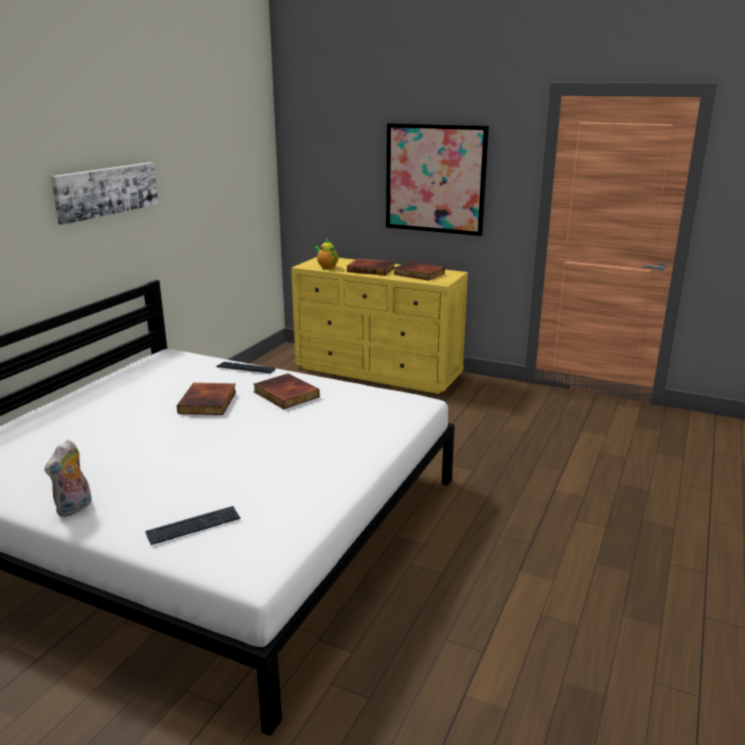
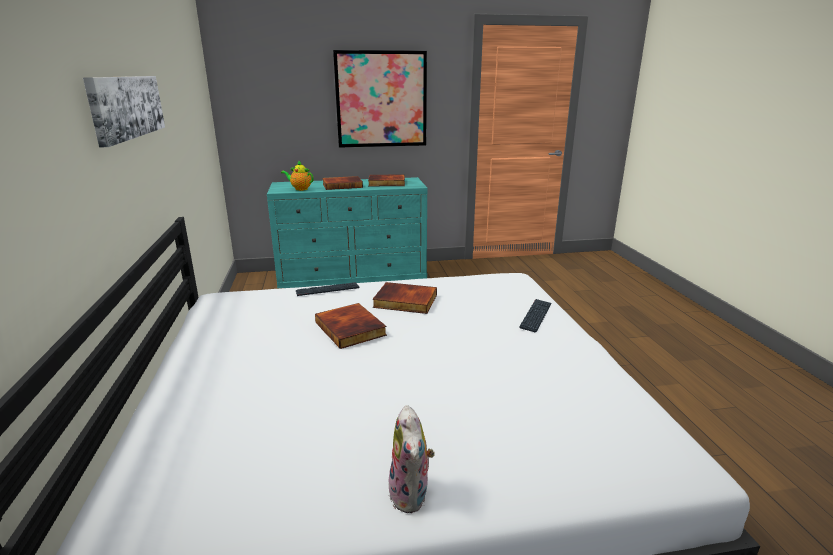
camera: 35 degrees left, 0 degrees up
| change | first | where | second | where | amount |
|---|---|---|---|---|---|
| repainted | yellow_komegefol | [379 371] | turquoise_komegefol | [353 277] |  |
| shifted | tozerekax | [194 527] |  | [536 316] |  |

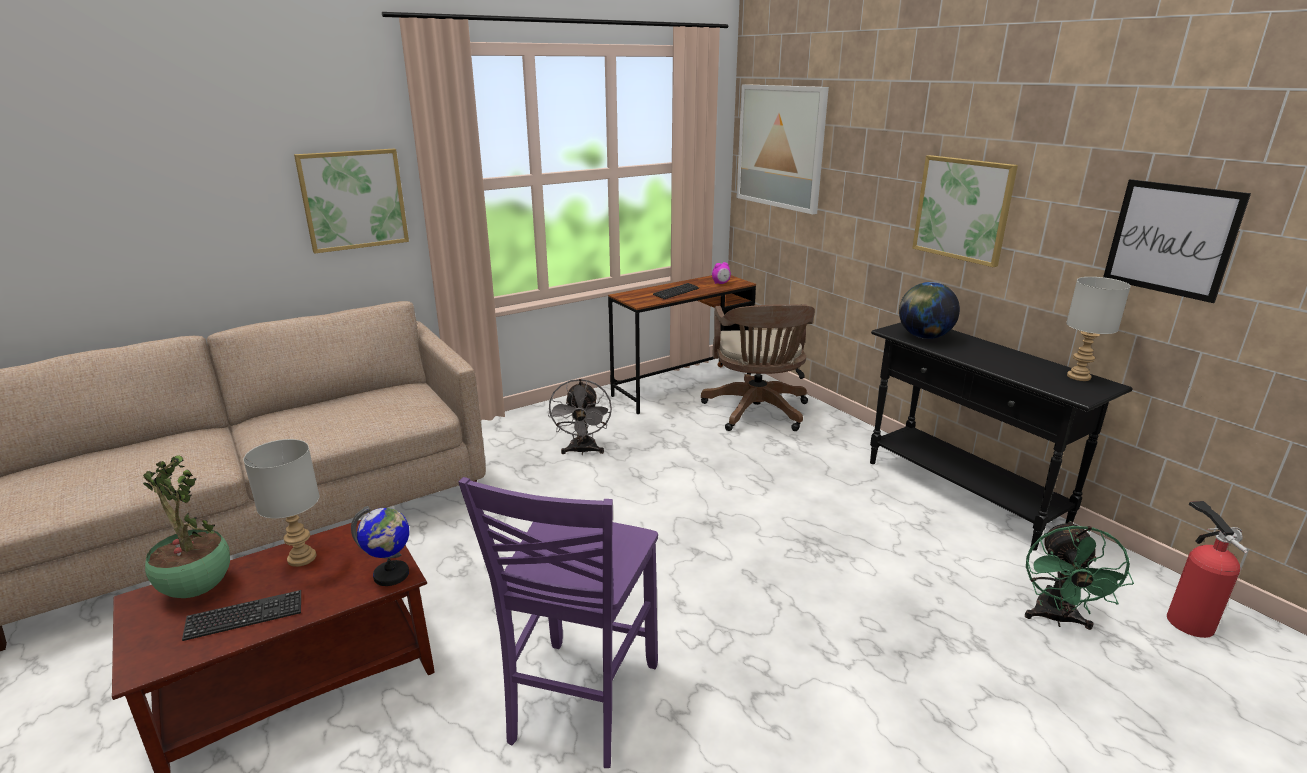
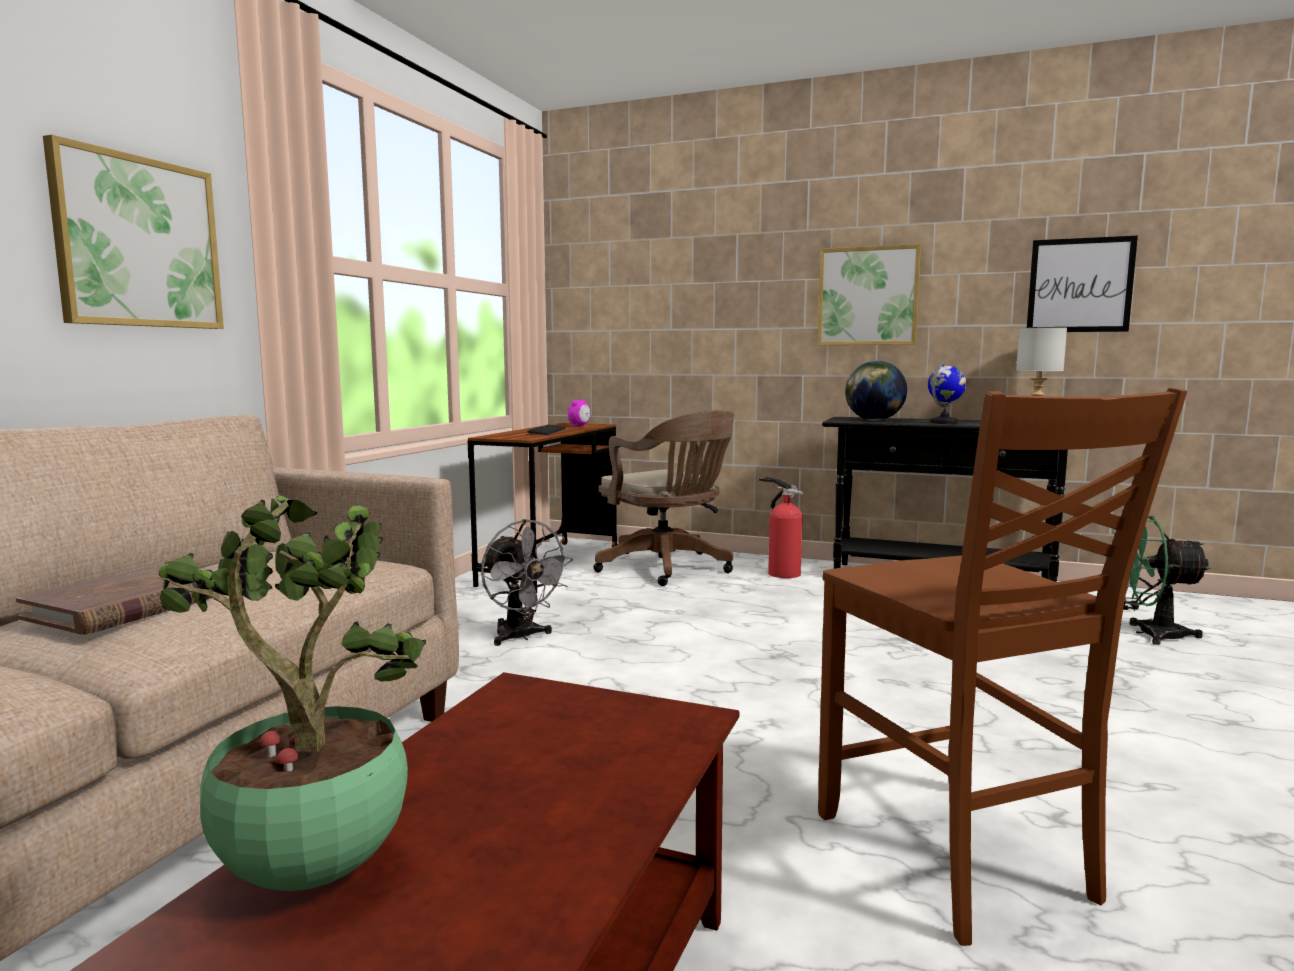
camera: 35 degrees left, 15 degrees down
| change | first | where | second | where | amount |
|---|---|---|---|---|---|
| new |  |  | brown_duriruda | [122 608] |  |
| shifted | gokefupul | [1187 620] |  | [781 573] |  |
| repainted | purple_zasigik | [580 703] | brown_zasigik | [956 858] |  |
| shifted | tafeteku | [391 575] |  | [944 423] |  |
| rotated | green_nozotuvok | [1056 619] |  | [1149 634] | 120 degrees clockwise |
| gone | tozerekax | [245 617] |  |  |  |
| gone | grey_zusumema | [303 558] |  |  |  |
| gone | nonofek | [780 147] |  |  |  |

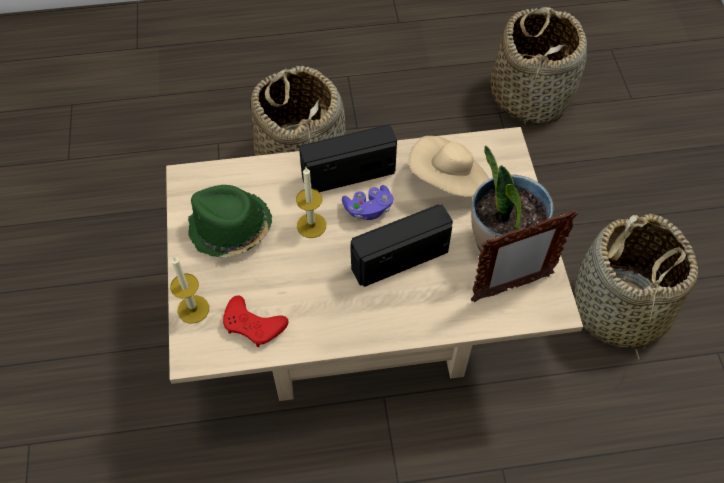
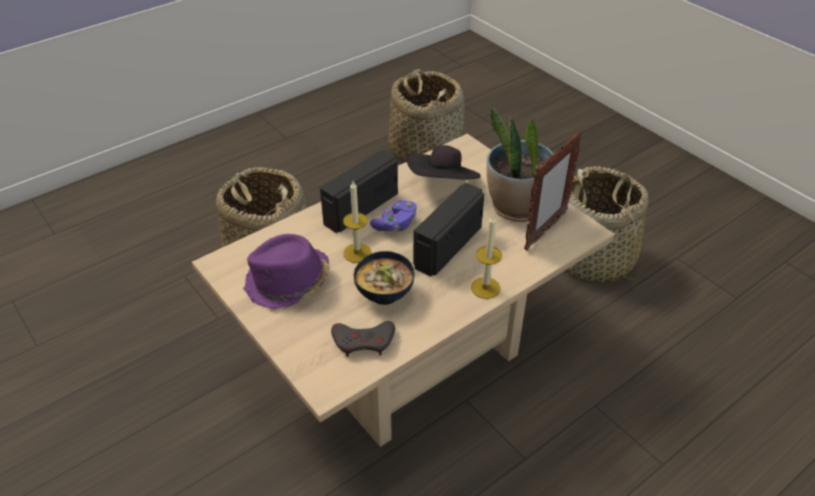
camera: 30 degrees left, 15 degrees down
| change | first | where | second | where | amount |
|---|---|---|---|---|---|
| repainted | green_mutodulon | [230 229] | purple_mutodulon | [288 283] |  |
| repainted | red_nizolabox | [253 325] | grey_nizolabox | [363 341] |  |
| new |  |  | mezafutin | [385 293] |  |
| repainted | beige_mutodulon | [448 181] | black_mutodulon | [443 184] |  |
| shifted | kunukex | [193 309] |  | [485 288] |  |

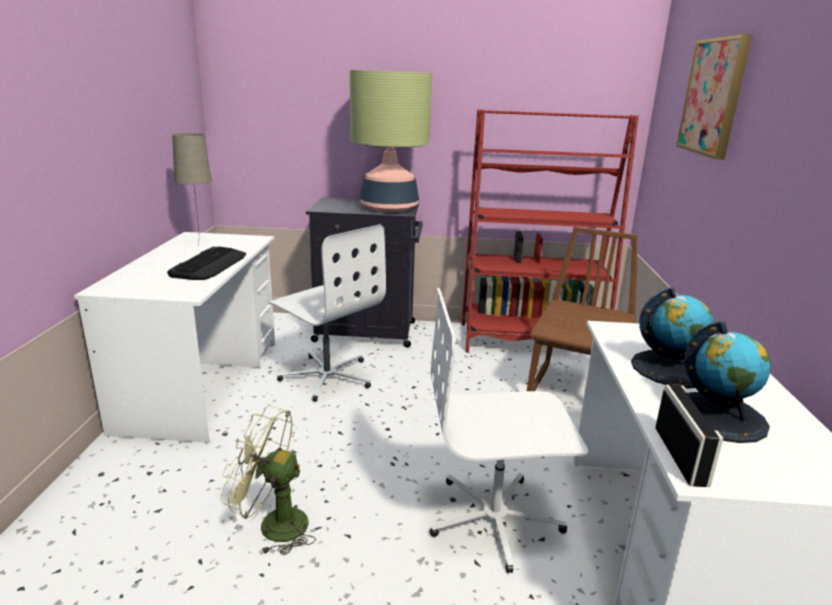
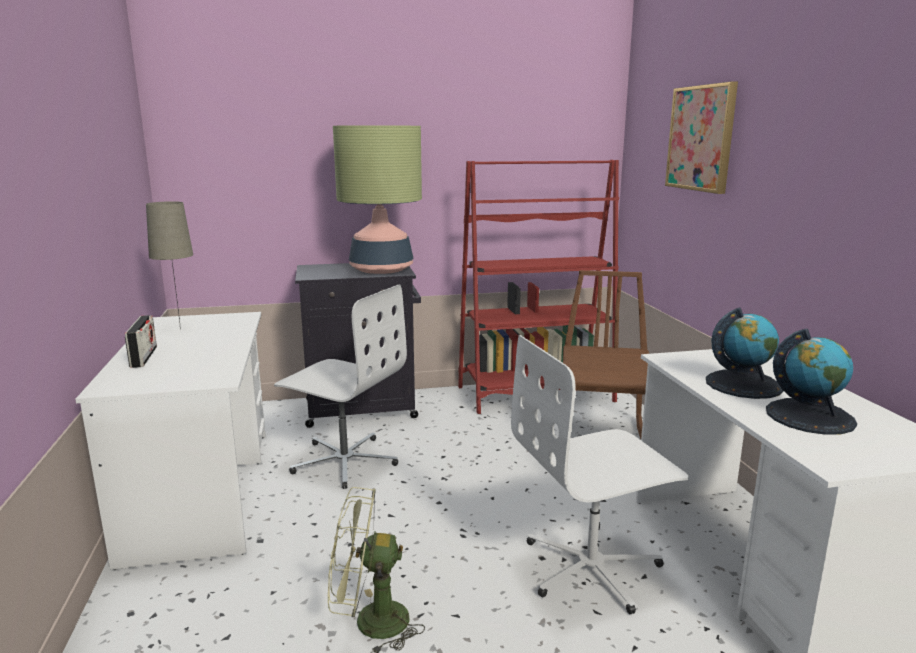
camera: 15 degrees left, 5 degrees down
| change | first | where | second | where | amount |
|---|---|---|---|---|---|
| shifted | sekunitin | [680 455] |  | [144 357] |  |
| gone | tozerekax | [209 264] |  |  |  |

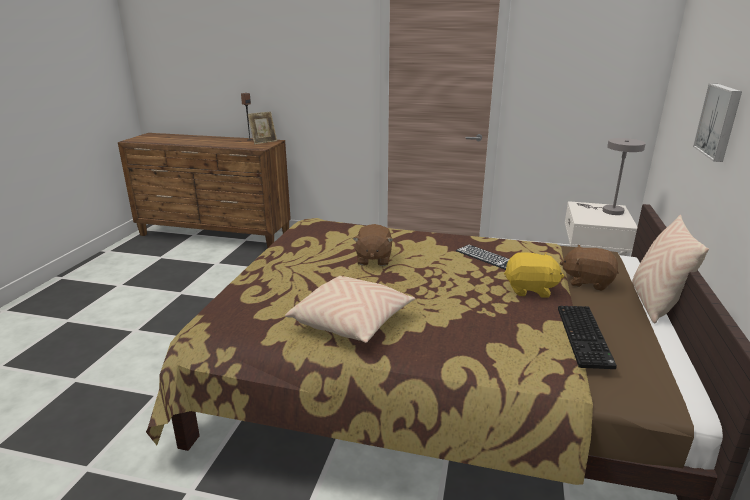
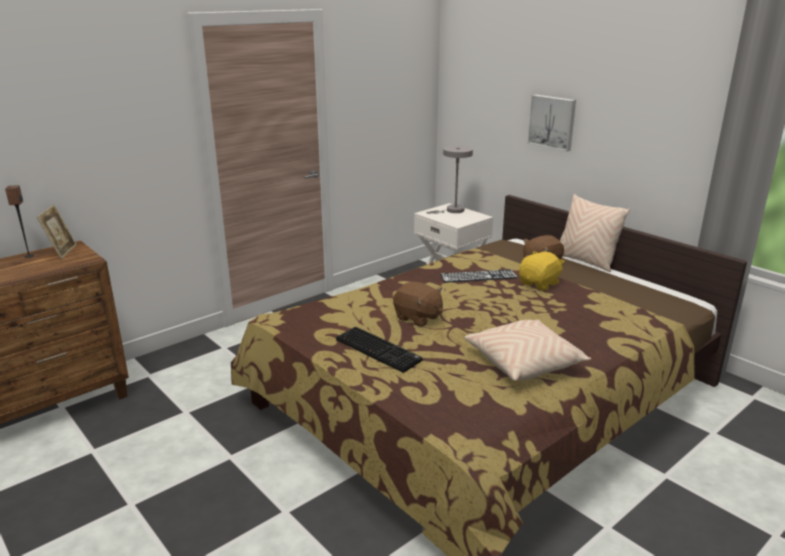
camera: 55 degrees left, 0 degrees up
| change | first | where | second | where | amount |
|---|---|---|---|---|---|
| shifted | tozerekax | [586 337] |  | [379 350] |  |

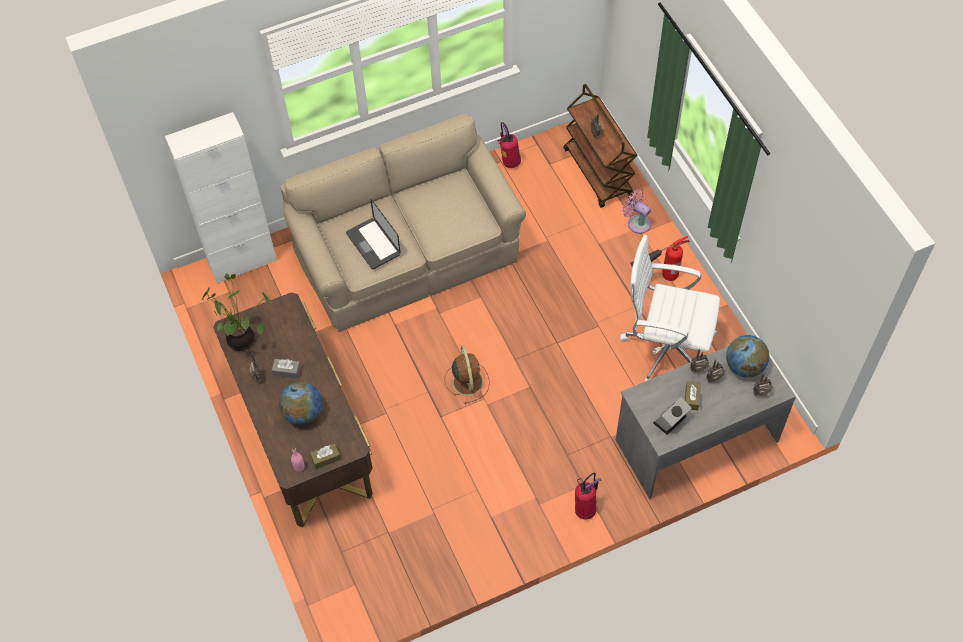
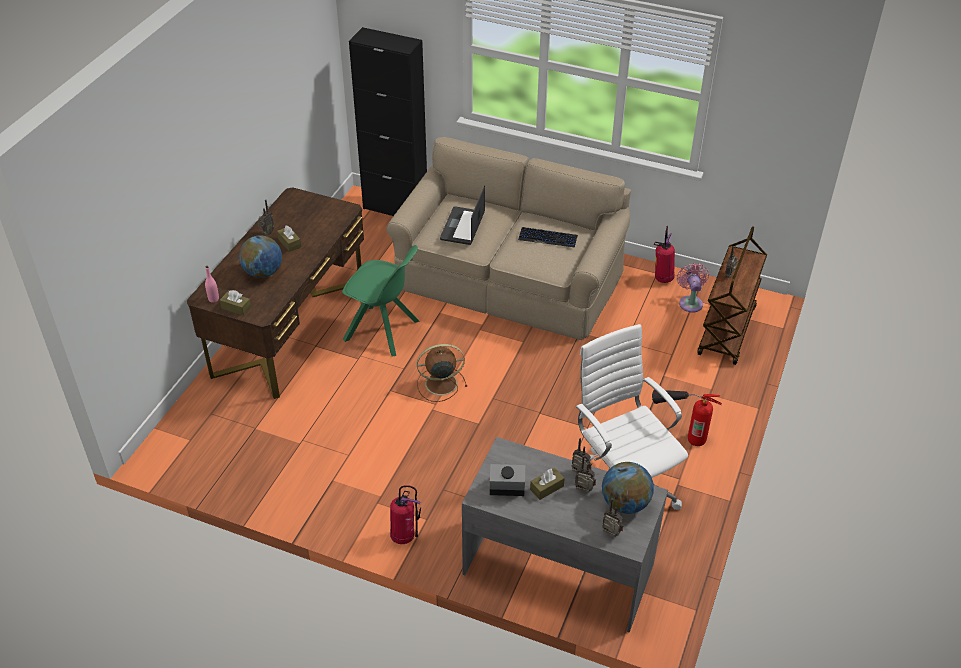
camera: 45 degrees right, 15 degrees down
| change | first | where | second | where | amount |
|---|---|---|---|---|---|
| repainted | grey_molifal | [287 371] | brown_molifal | [289 243] |  |
| new |  |  | green_zasigik | [383 331] |  |
| repainted | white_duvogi | [242 261] | black_duvogi | [395 208] |  |
| rotated | brown_nozotuvok | [467 381] |  | [439 384] | 135 degrees counterclockwise |
| new |  |  | tozerekax | [548 238] |  |
| shifted | pink_nozotuvok | [637 222] |  | [690 302] |  |
| gone | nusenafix | [243 338] |  |  |  |

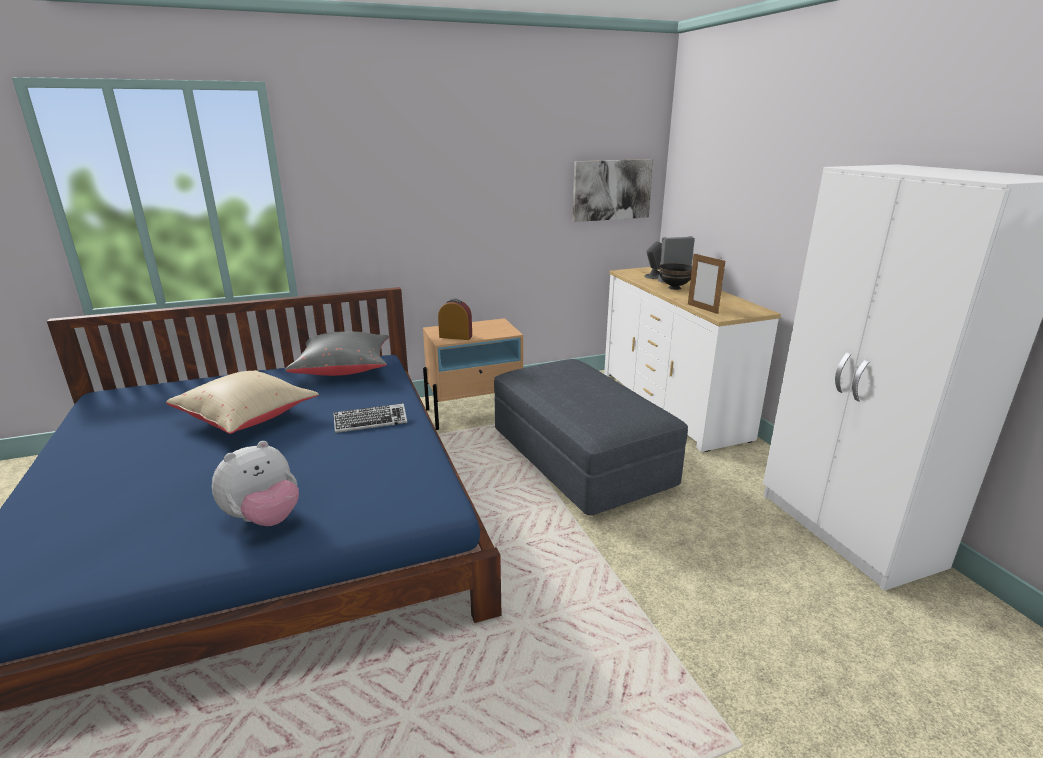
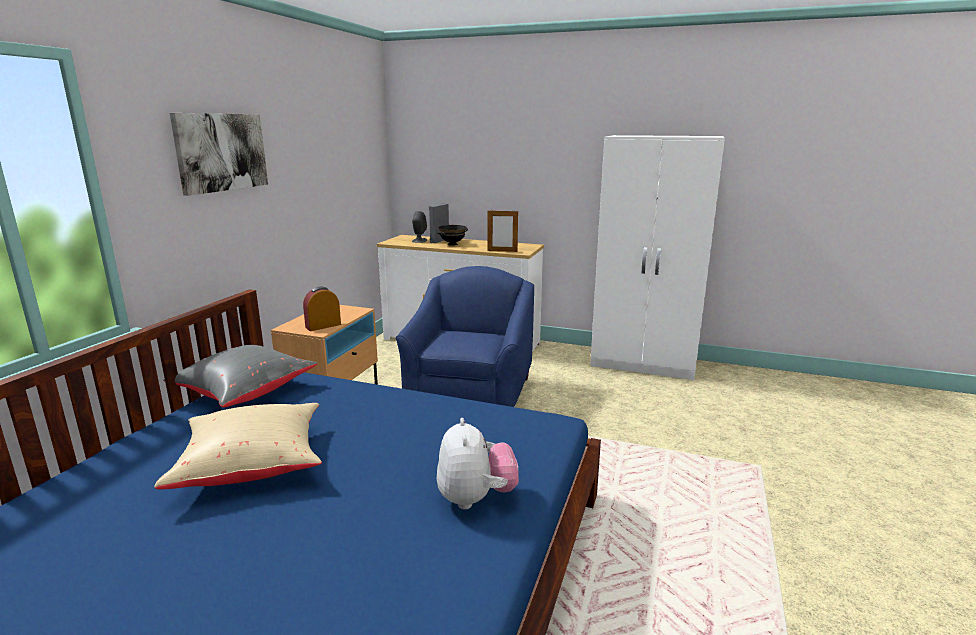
camera: 50 degrees left, 5 degrees down
| change | first | where | second | where | amount |
|---|---|---|---|---|---|
| shifted | nonofek | [611 190] |  | [221 152] |  |
| swapped | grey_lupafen | [580 460] | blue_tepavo | [471 395] |  |
| gone | tozerekax | [370 422] |  |  |  |

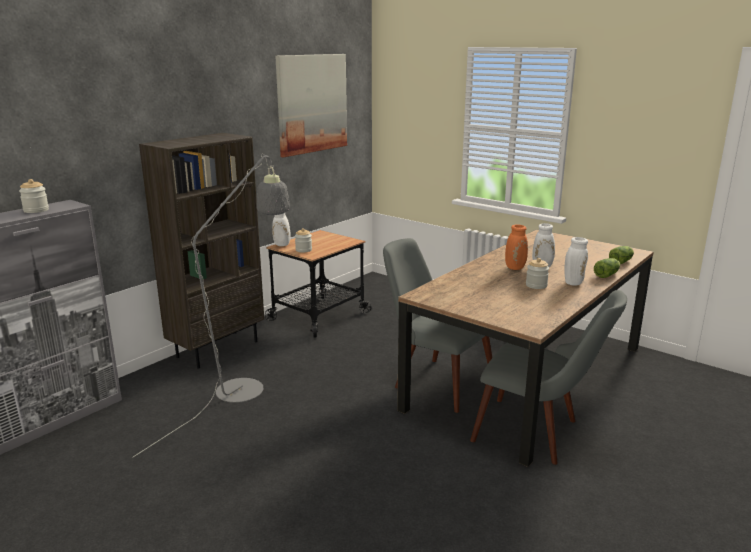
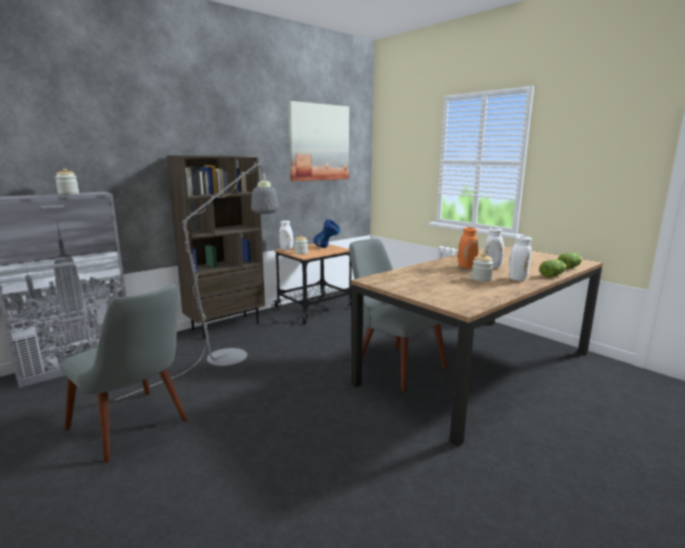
camera: 10 degrees right, 5 degrees down
| change | first | where | second | where | amount |
|---|---|---|---|---|---|
| shifted | grey_zasigik | [539 433] |  | [136 429] |  |
| new |  |  | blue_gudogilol | [327 247] |  |

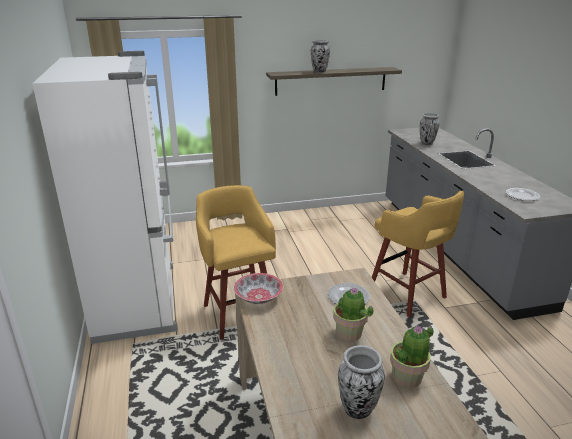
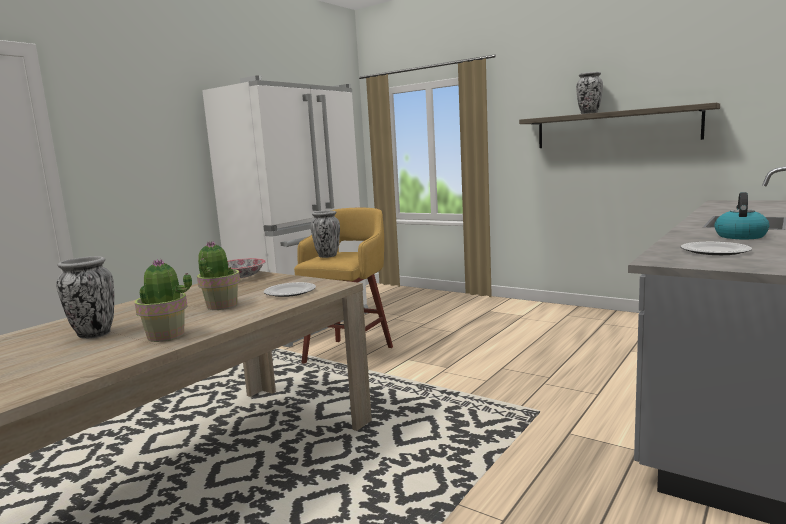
camera: 50 degrees right, 15 degrees down
| change | first | where | second | where | amount |
|---|---|---|---|---|---|
| shifted | gudogilol | [426 143] |  | [327 256] |  |
| new |  |  | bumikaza | [740 236] |  |
| gone | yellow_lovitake | [408 295] |  |  |  |

